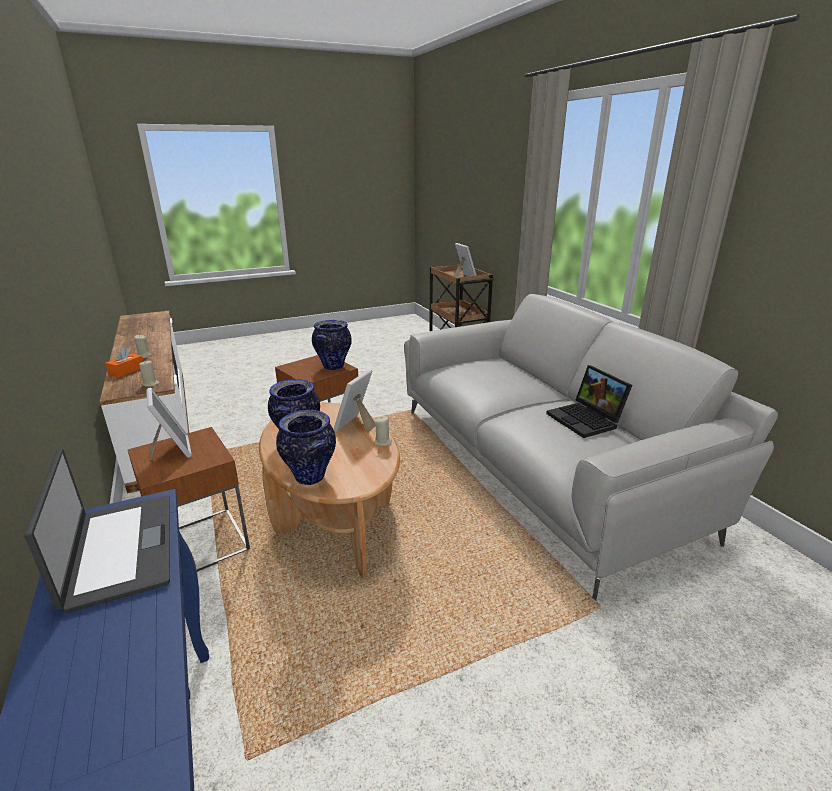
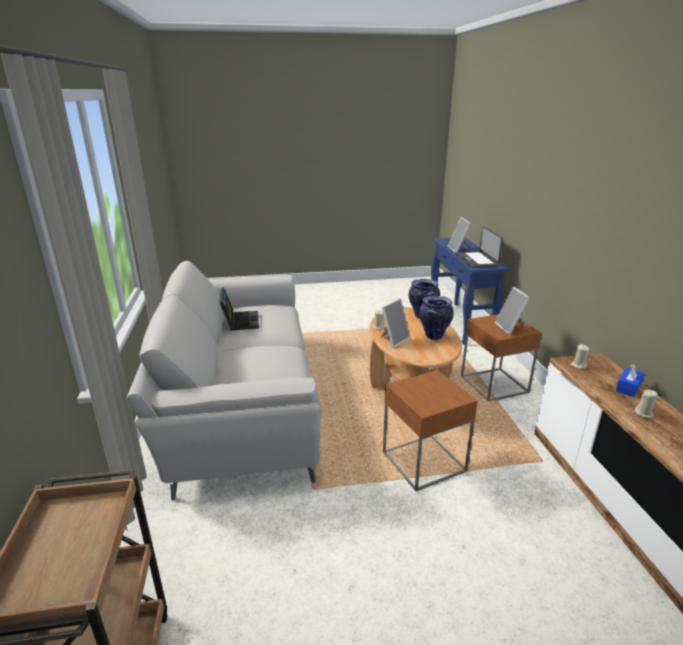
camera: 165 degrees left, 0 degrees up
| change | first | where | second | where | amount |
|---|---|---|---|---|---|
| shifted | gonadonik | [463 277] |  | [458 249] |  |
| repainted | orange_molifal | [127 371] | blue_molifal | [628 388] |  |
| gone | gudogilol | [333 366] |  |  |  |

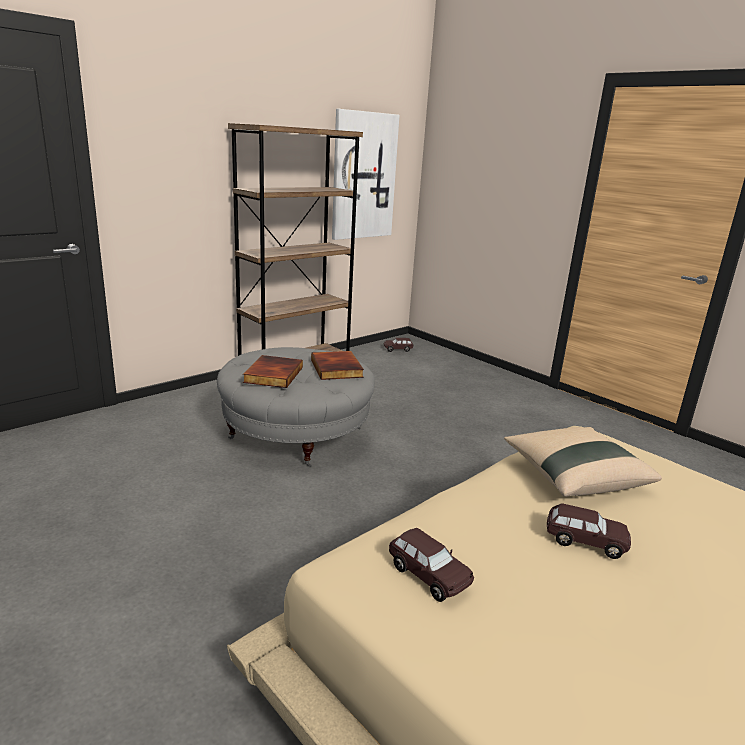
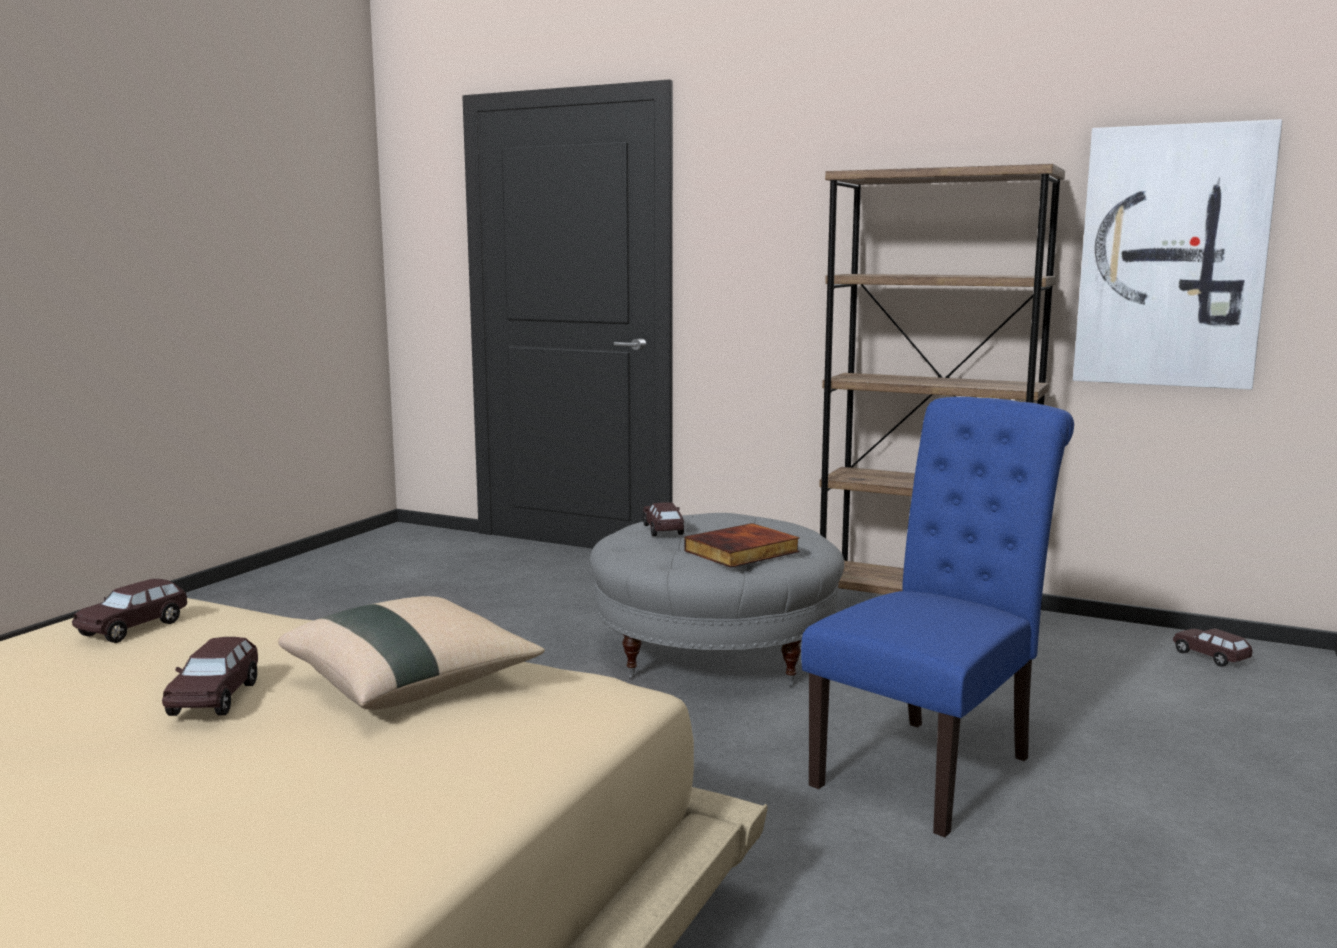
camera: 70 degrees right, 10 degrees down
| change | first | where | second | where | amount |
|---|---|---|---|---|---|
| swapped | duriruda | [272 374] | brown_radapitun | [663 530] |  |
| new |  |  | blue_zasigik | [932 766] |  |

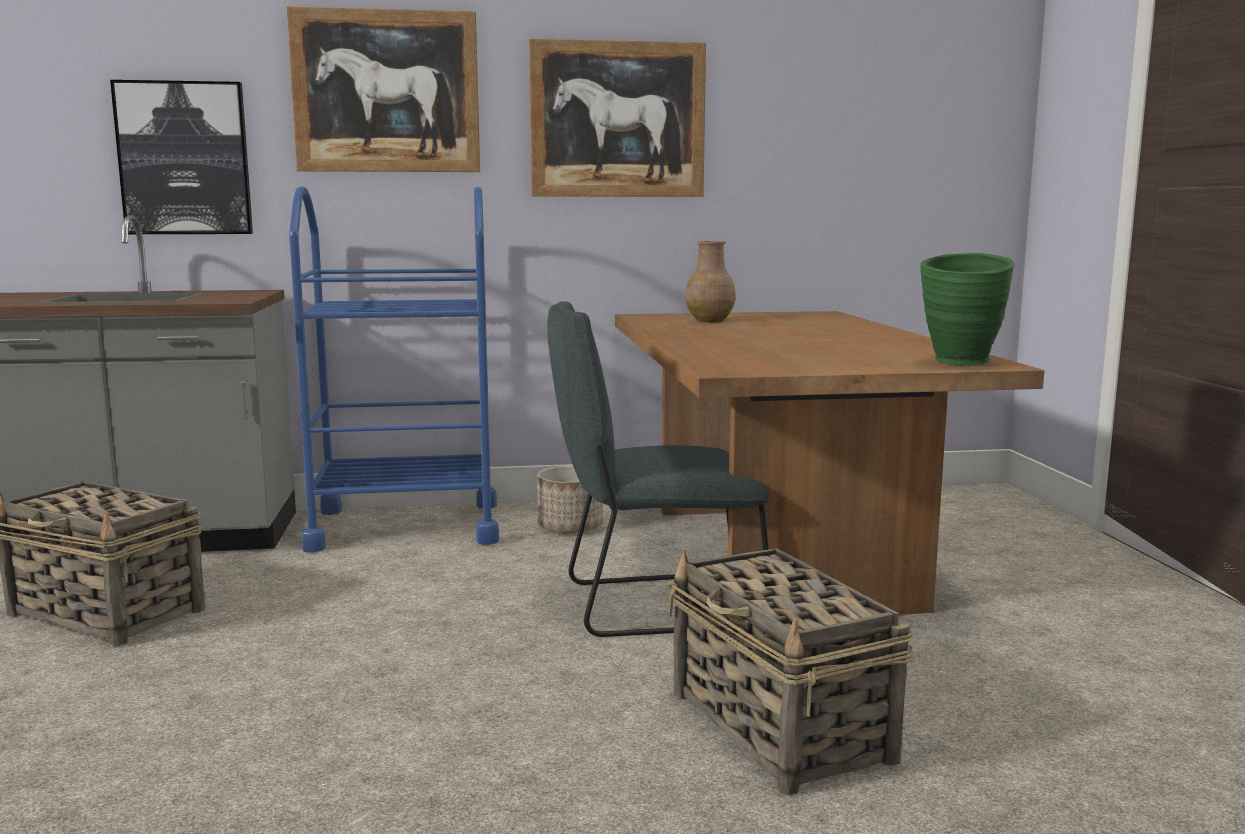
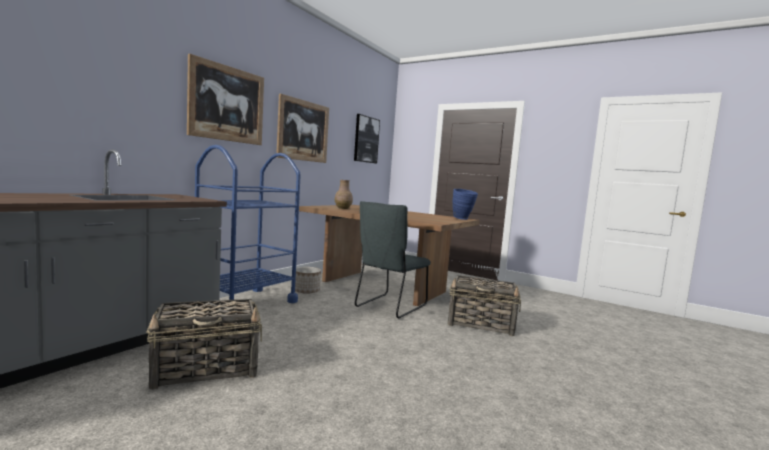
camera: 50 degrees left, 5 degrees down
| change | first | where | second | where | amount |
|---|---|---|---|---|---|
| shifted | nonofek | [184 159] |  | [366 139] |  |
| repainted | green_gudogilol | [961 364] | blue_gudogilol | [463 219] |  |

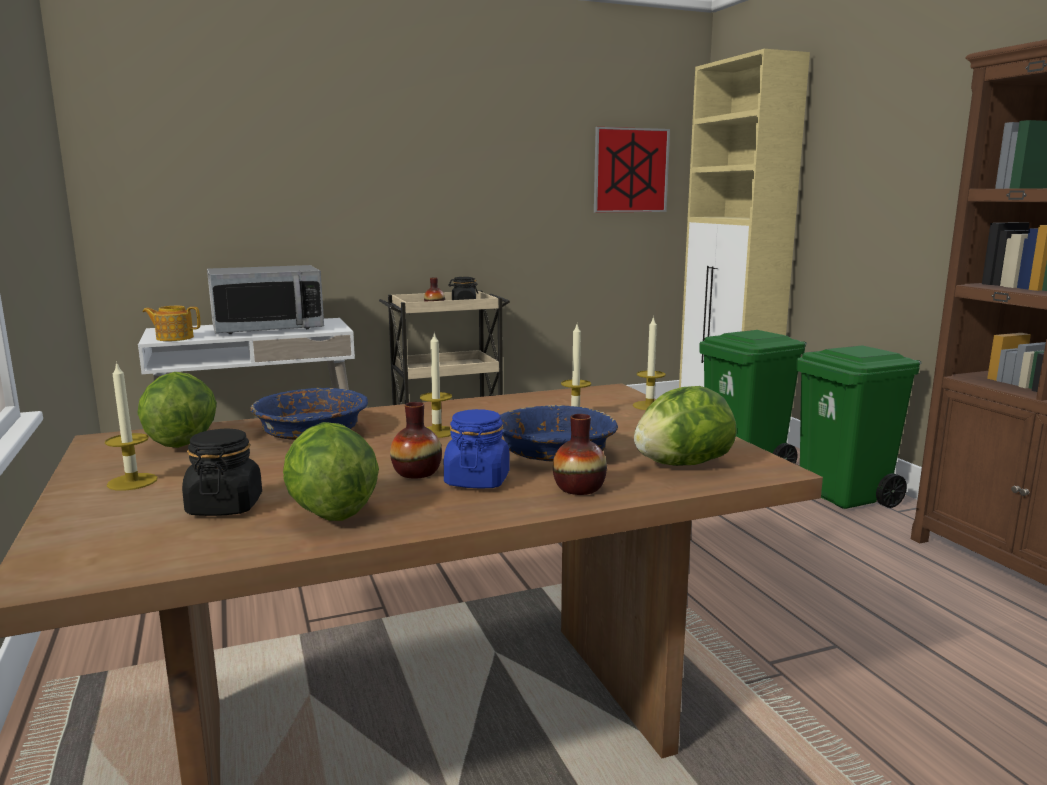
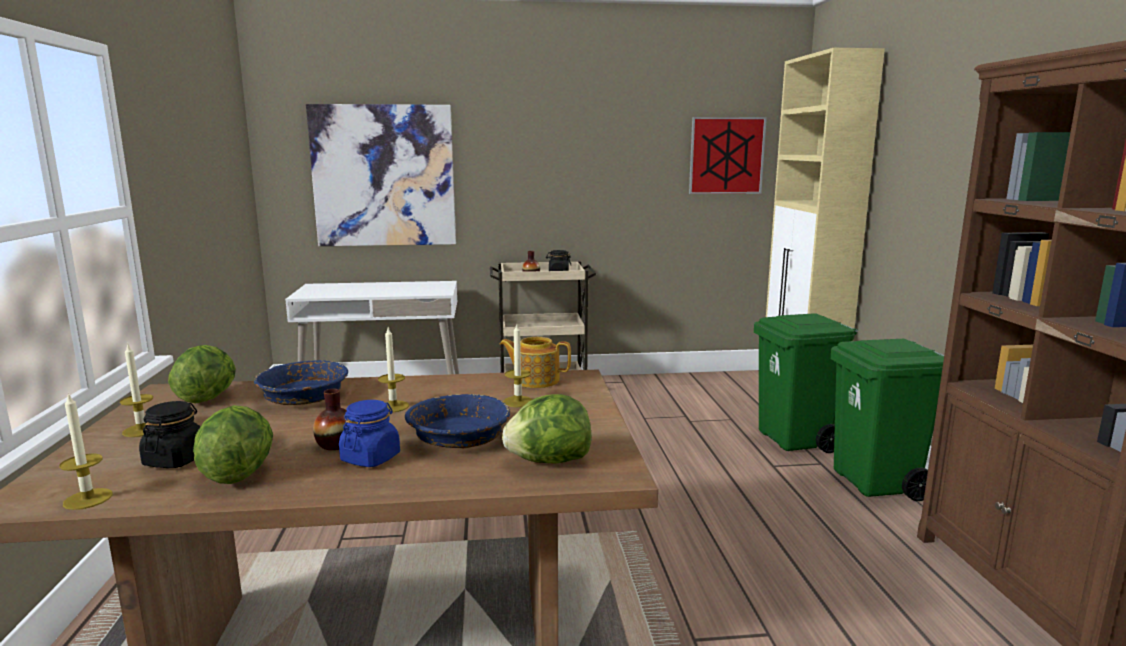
camera: 15 degrees right, 0 degrees up
| change | first | where | second | where | amount |
|---|---|---|---|---|---|
| shifted | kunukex | [649 406] |  | [88 499] |  |
| new |  |  | nonofek | [384 176] |  |
| shifted | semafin | [174 338] |  | [535 380] |  |
| gone | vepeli | [268 328] |  |  |  |
| gone | gudogilol | [579 488] |  |  |  |

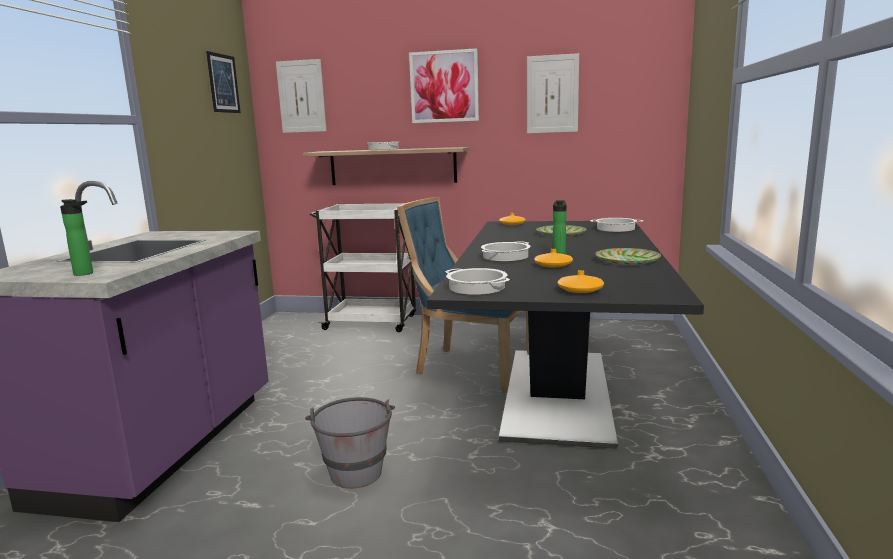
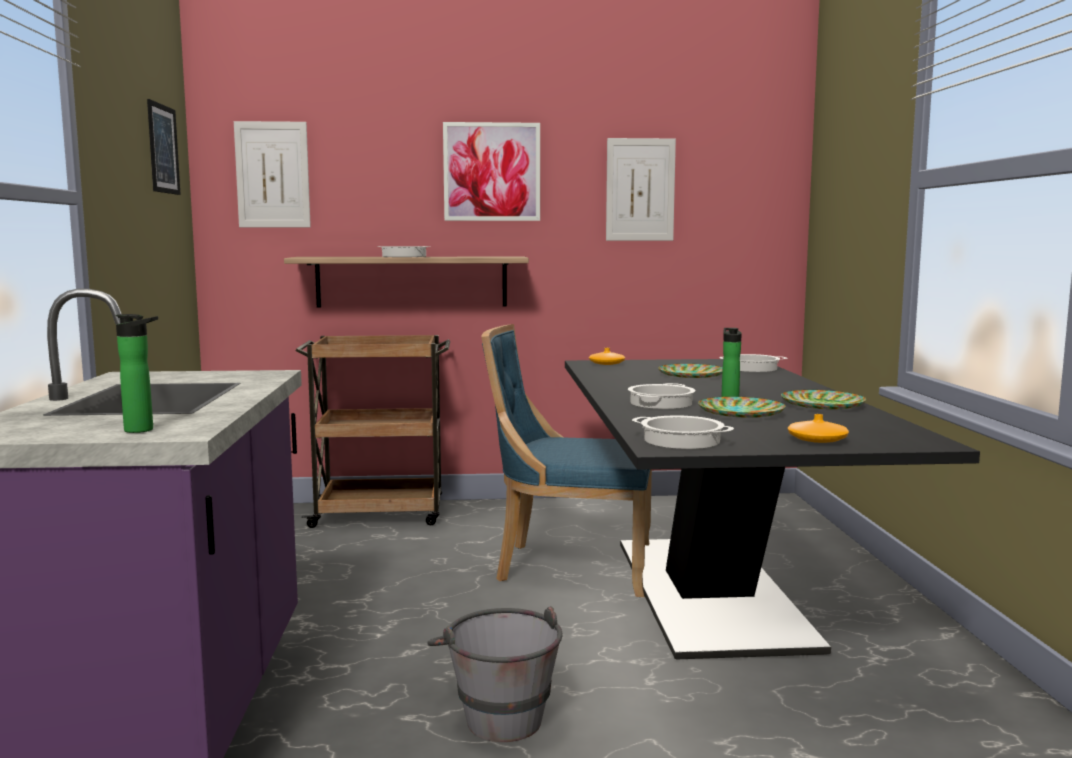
camera: 15 degrees left, 5 degrees down
| change | first | where | second | where | amount |
|---|---|---|---|---|---|
| repainted | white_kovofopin | [372 322] | brown_kovofopin | [381 514] |  |
| swapped | orange_gudogilol | [553 265] | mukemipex | [740 413] |  |

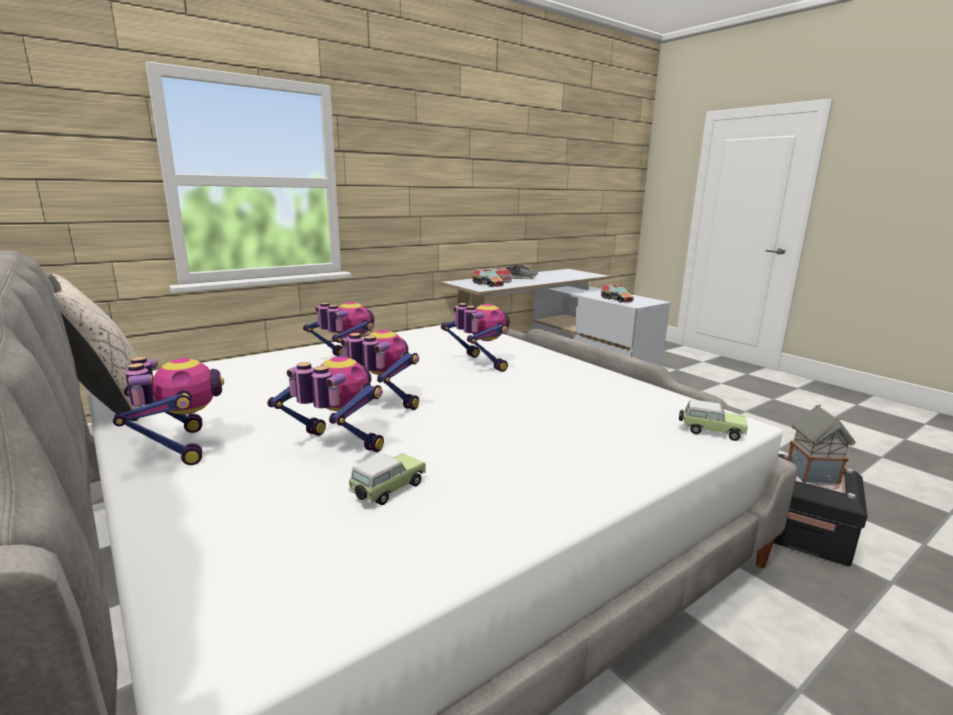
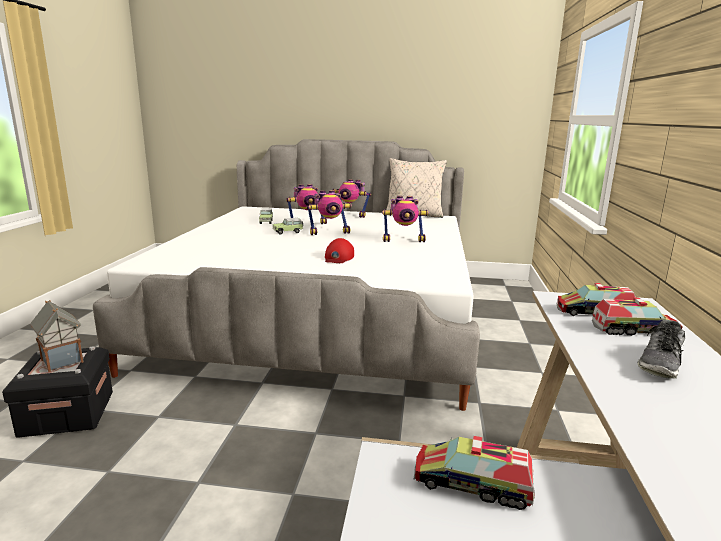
camera: 135 degrees right, 0 degrees up
| change | first | where | second | where | amount |
|---|---|---|---|---|---|
| shifted | radapitun | [710 431] |  | [289 232] |  |
| swapped | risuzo | [479 364] | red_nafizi | [338 257] |  |

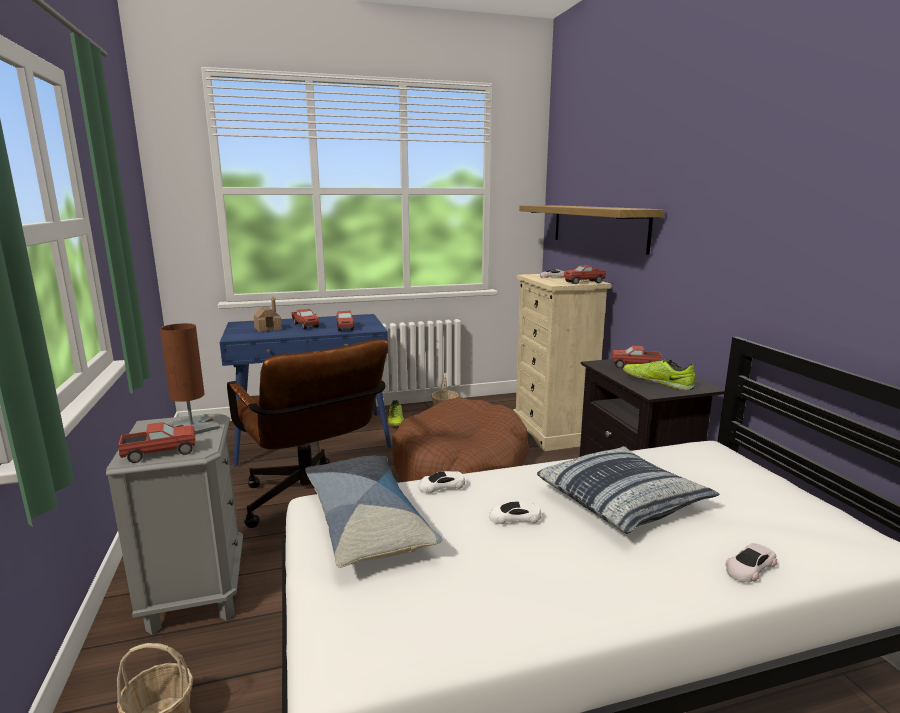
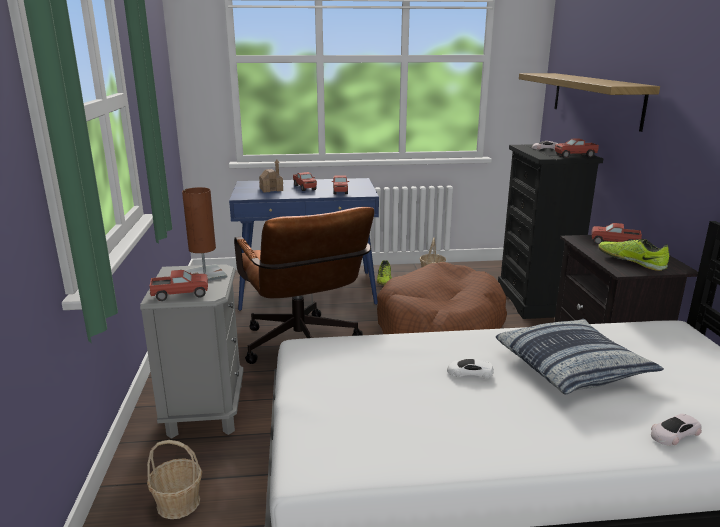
camera: 10 degrees right, 5 degrees up
| change | first | where | second | where | amount |
|---|---|---|---|---|---|
| repainted | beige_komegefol | [554 432] | black_komegefol | [536 301] |  |
| gone | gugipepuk | [366 520] |  |  |  |
| gone | white_radapitun | [441 486] |  |  |  |

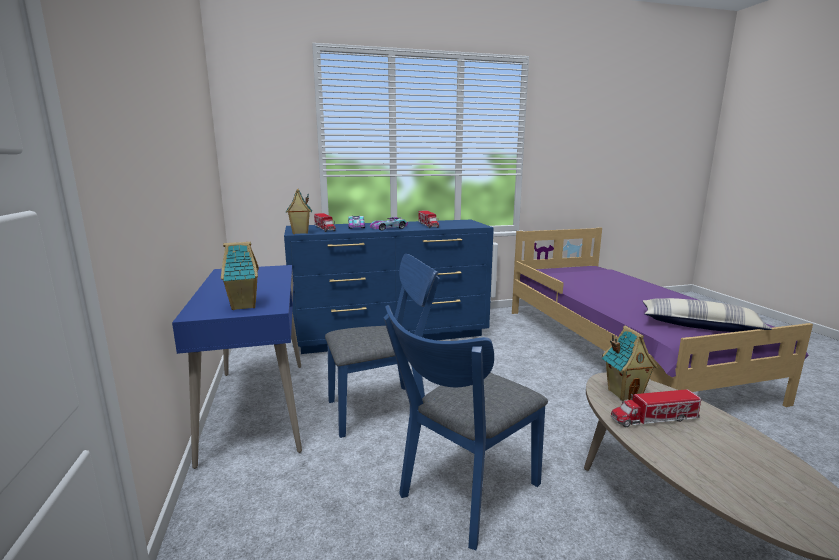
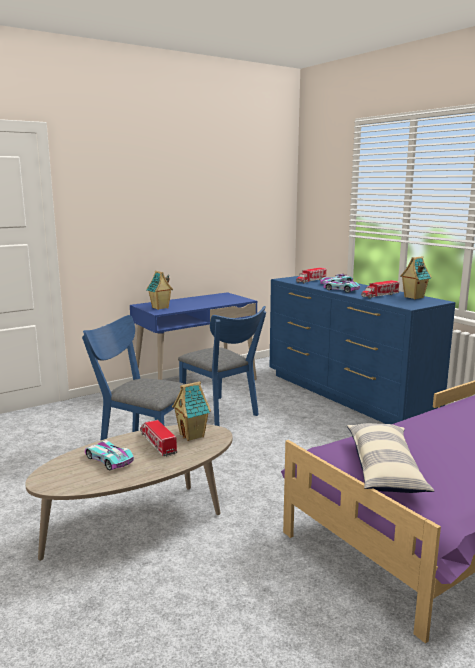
camera: 70 degrees right, 0 degrees up
| change | first | where | second | where | amount |
|---|---|---|---|---|---|
| new |  |  | radapitun | [108 460] |  |
| shifted | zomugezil | [300 233] |  | [413 297] |  |

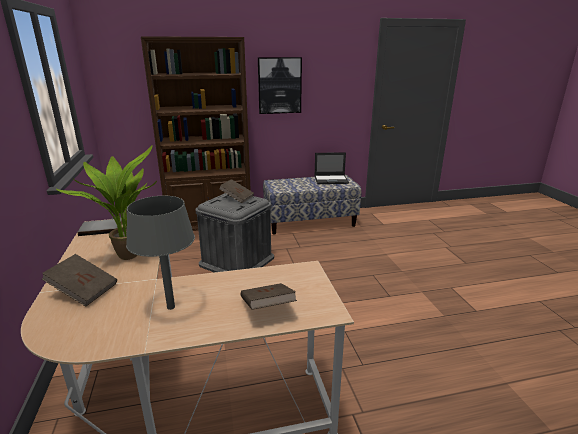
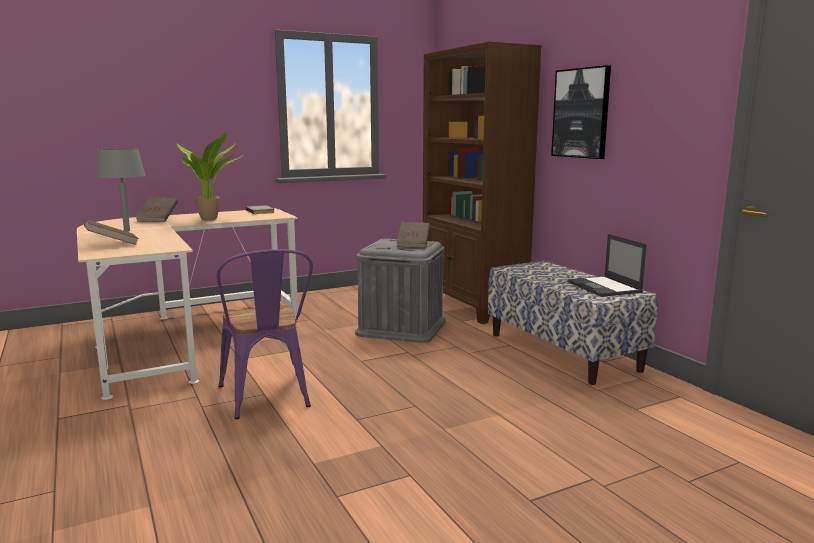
camera: 75 degrees right, 10 degrees down
| change | first | where | second | where | amount |
|---|---|---|---|---|---|
| new |  |  | purple_zasigik | [267 399] |  |

